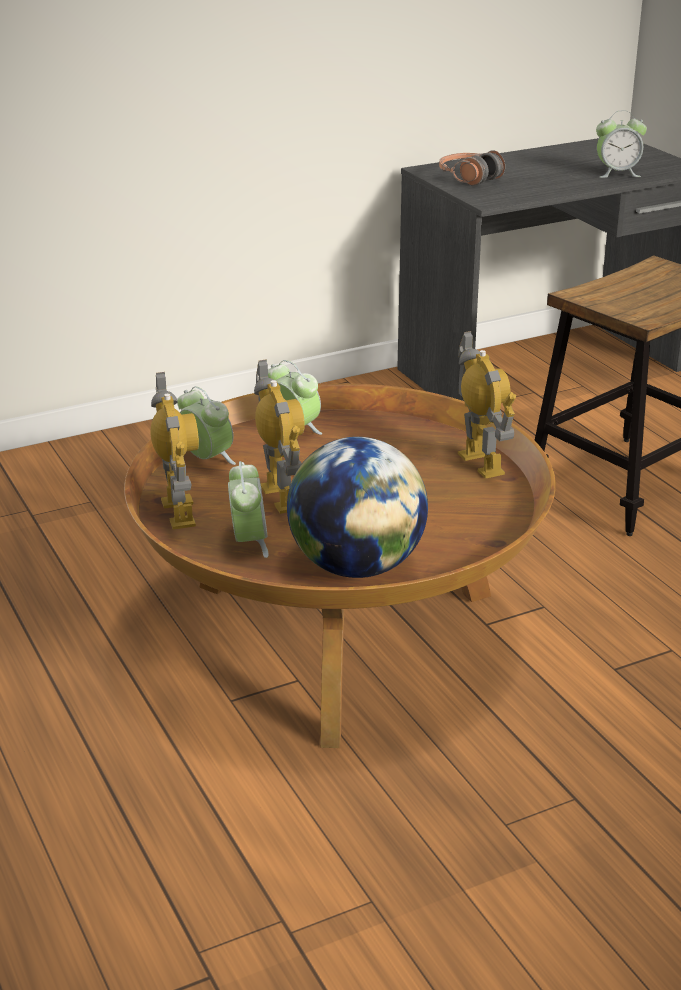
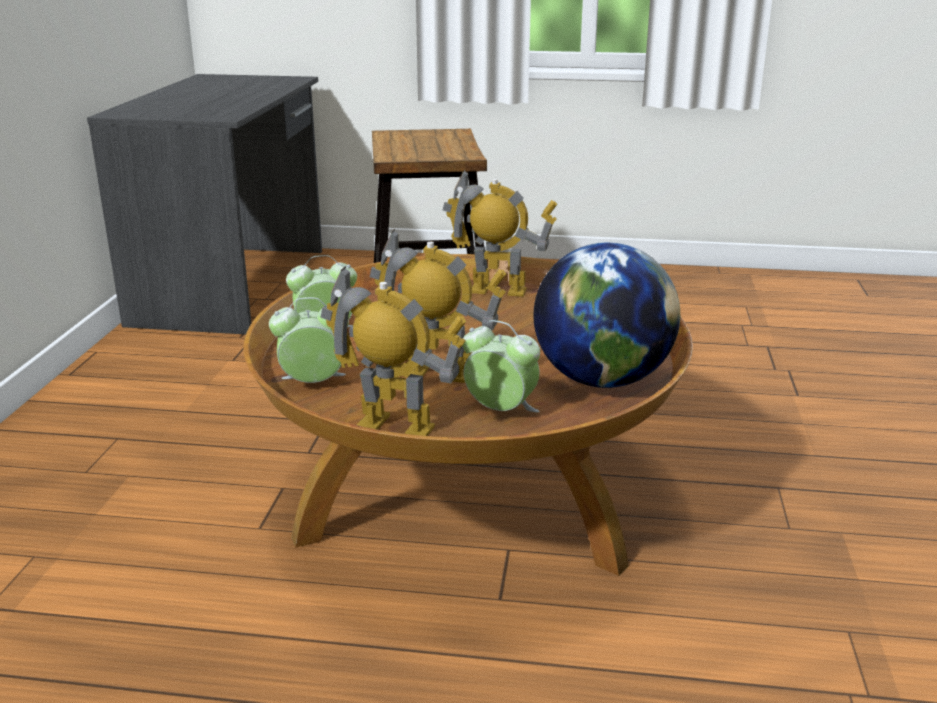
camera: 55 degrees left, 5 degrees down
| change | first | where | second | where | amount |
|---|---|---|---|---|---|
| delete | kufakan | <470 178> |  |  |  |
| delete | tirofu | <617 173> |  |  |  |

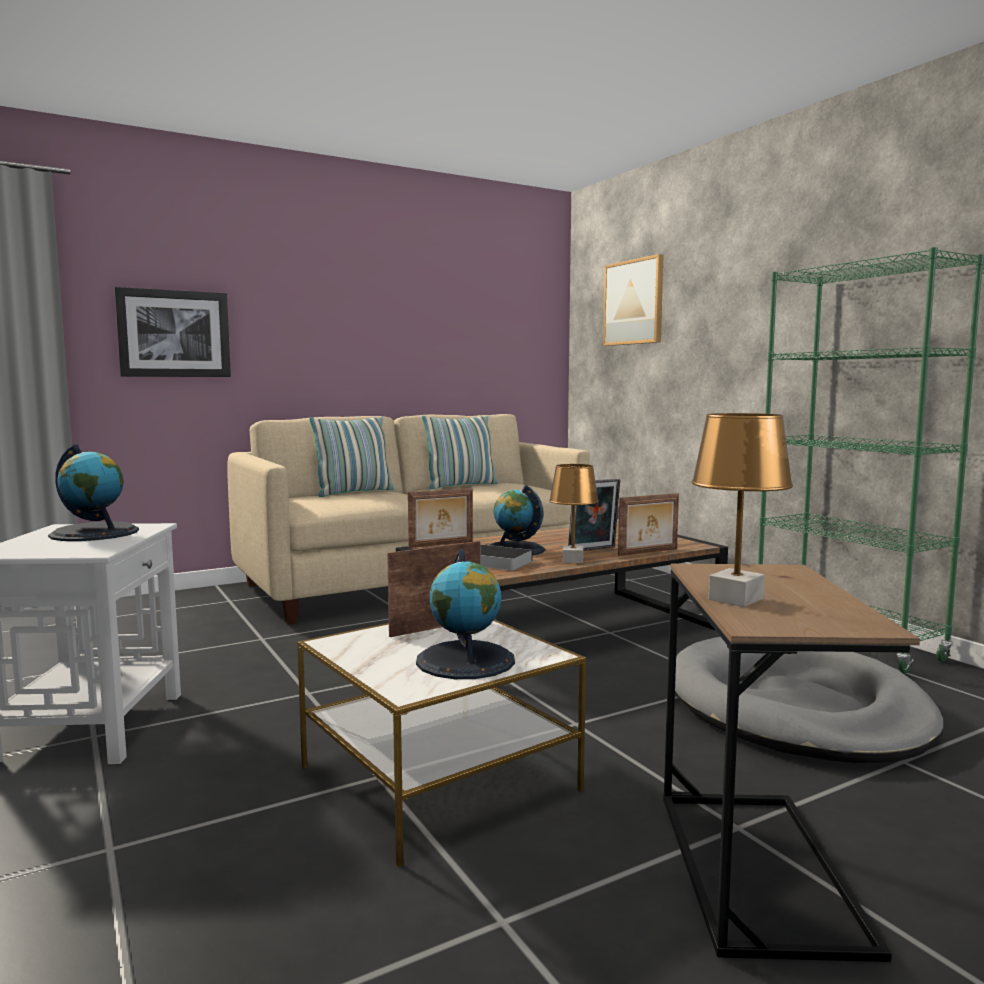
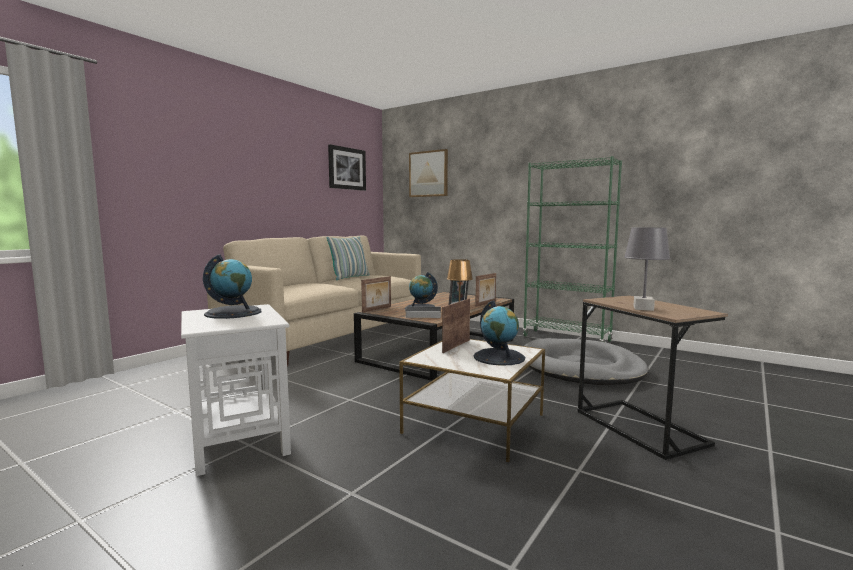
camera: 25 degrees left, 0 degrees up
| change | first | where | second | where | amount |
|---|---|---|---|---|---|
| move | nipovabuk | <174 334> |  | <347 168> |  |
| delete | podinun | <354 493> |  |  |  |
| recolor | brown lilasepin | <736 599> | grey lilasepin | <643 308> |  |

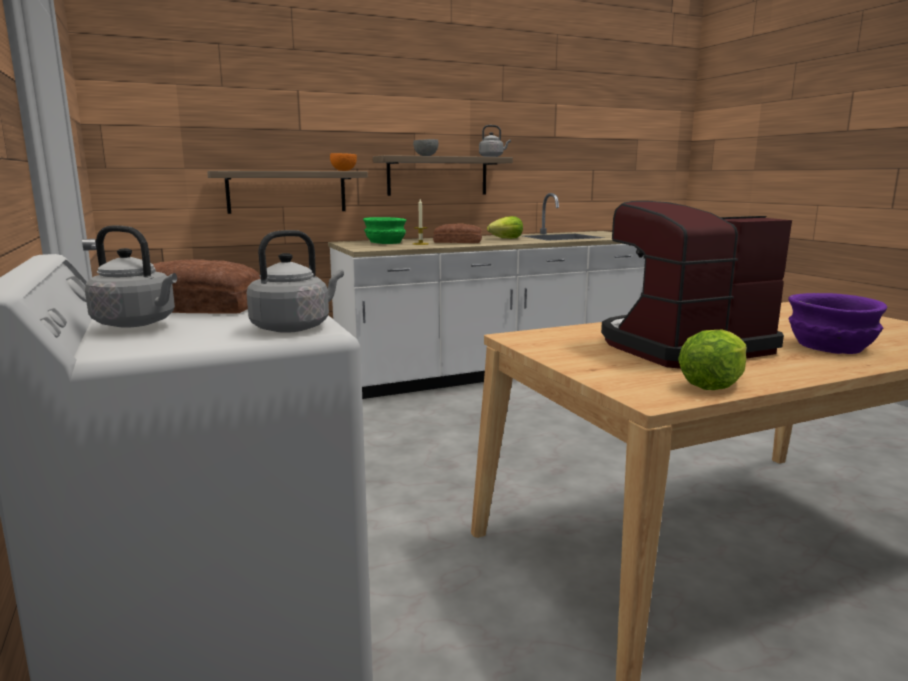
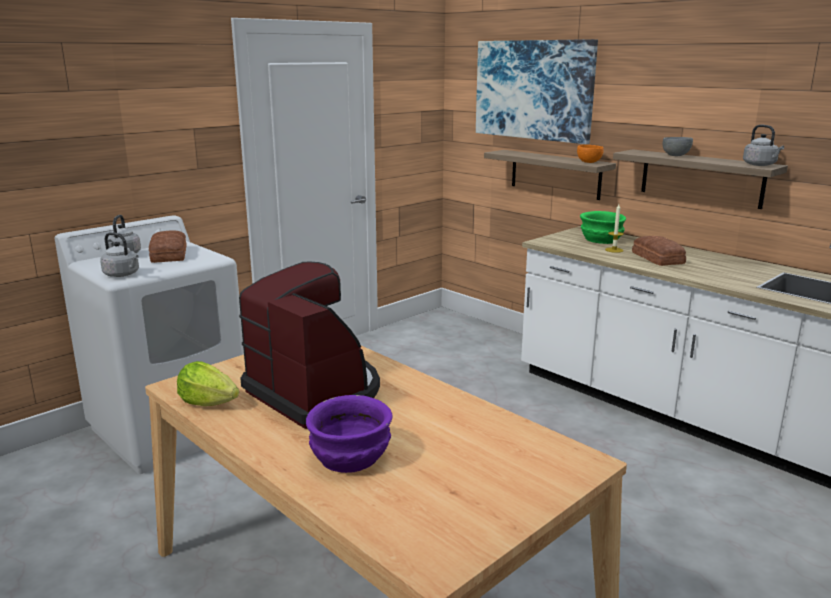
camera: 70 degrees right, 5 degrees up
| change | first | where | second | where | amount |
|---|---|---|---|---|---|
| delete | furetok | <506 239> |  |  |  |
| insert |  |  | nipovabuk | <533 90> |  |

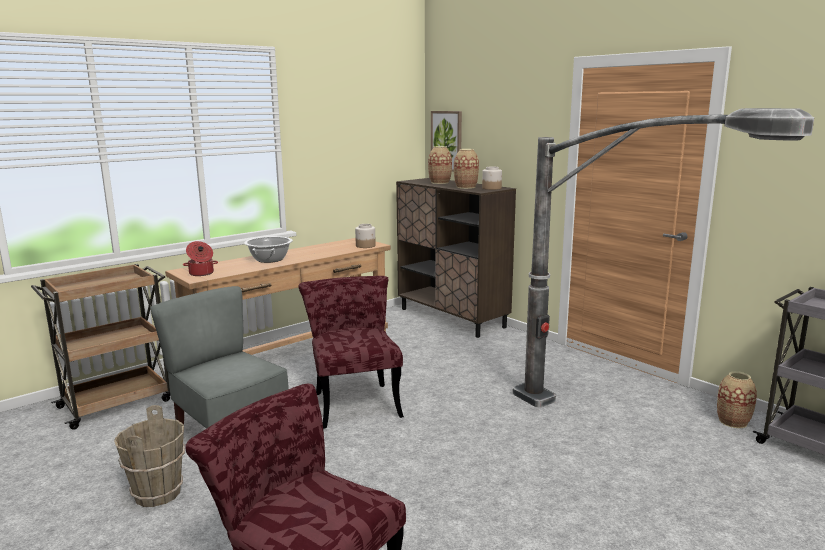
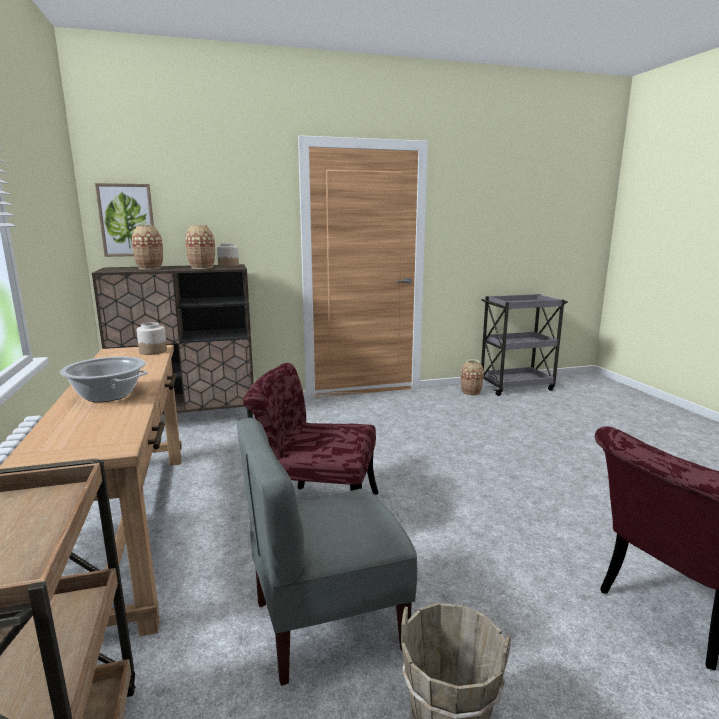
camera: 65 degrees left, 0 degrees up
| change | first | where | second | where | amount |
|---|---|---|---|---|---|
| delete | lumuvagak | <201 273> |  |  |  |
| delete | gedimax | <613 440> |  |  |  |

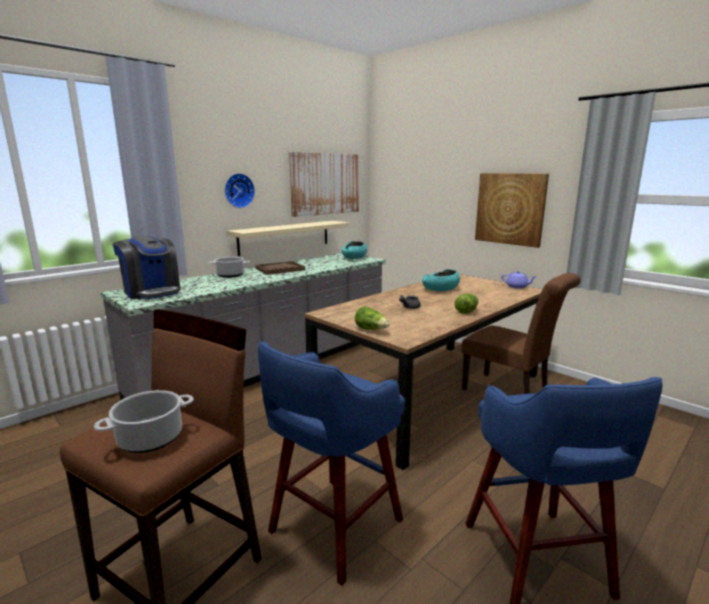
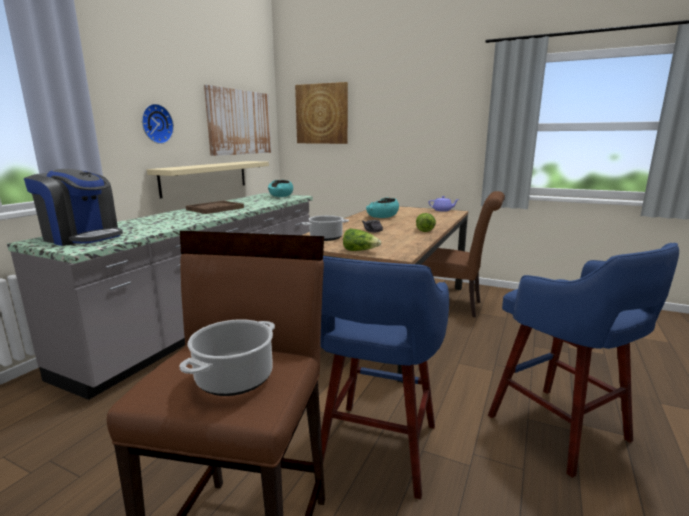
camera: 20 degrees left, 0 degrees up
| change | first | where | second | where | amount |
|---|---|---|---|---|---|
| move | lumuvagak | <230 275> |  | <325 238> |  |
| move | nipovabuk | <510 209> |  | <322 114> |  |

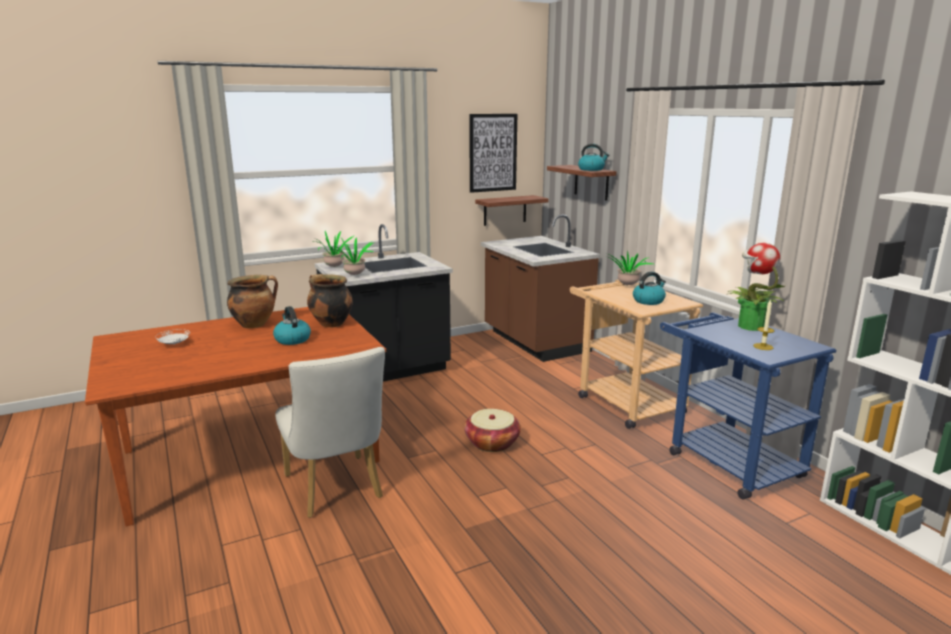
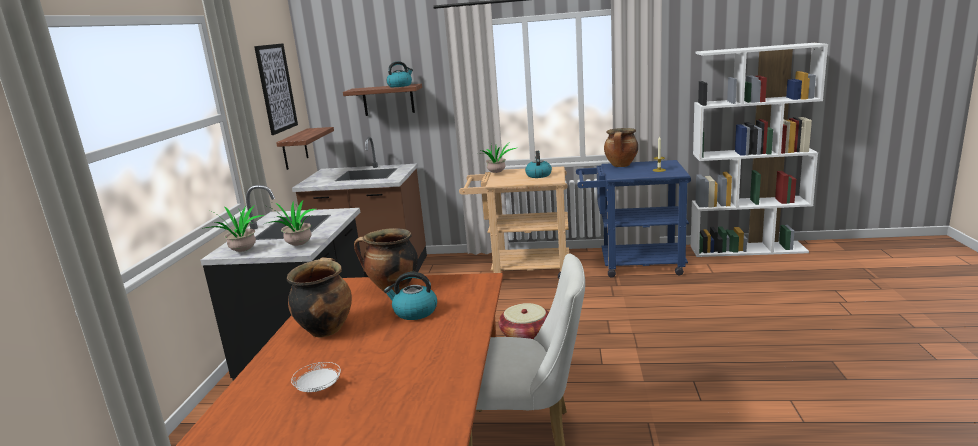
camera: 55 degrees left, 0 degrees up
| change | first | where | second | where | amount |
|---|---|---|---|---|---|
| replace | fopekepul | <750 326> | lumuvagak | <621 165> |  |

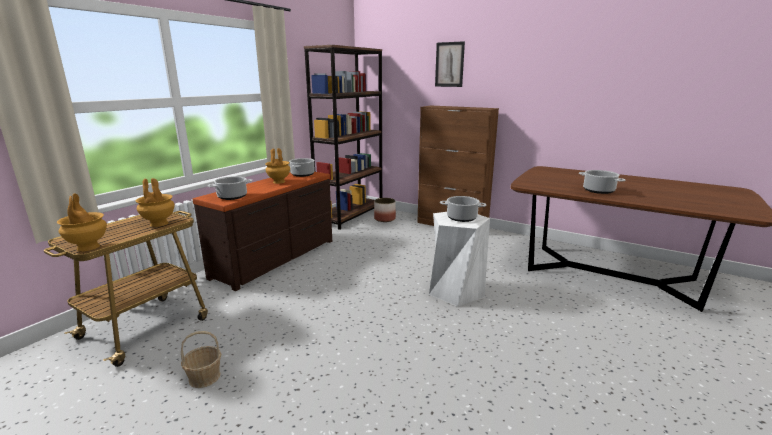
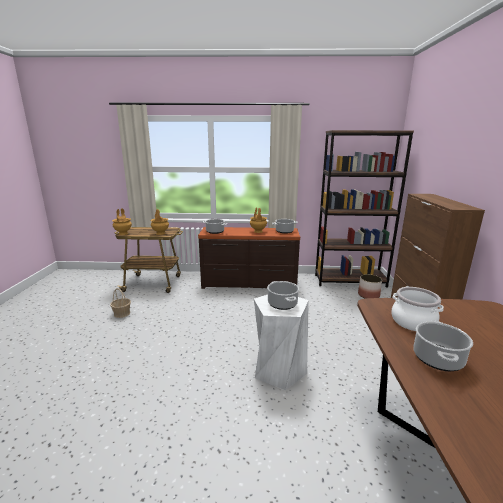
camera: 60 degrees right, 0 degrees up
| change | first | where | second | where | amount |
|---|---|---|---|---|---|
| delete | nipovabuk | <449 64> |  |  |  |
| insert |  |  | lumuvagak | <413 322> |  |

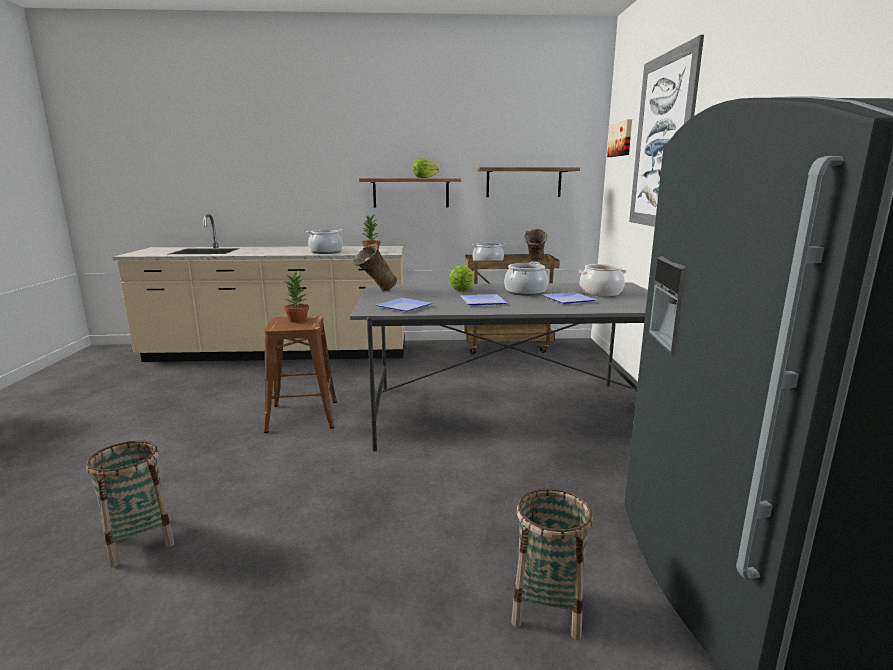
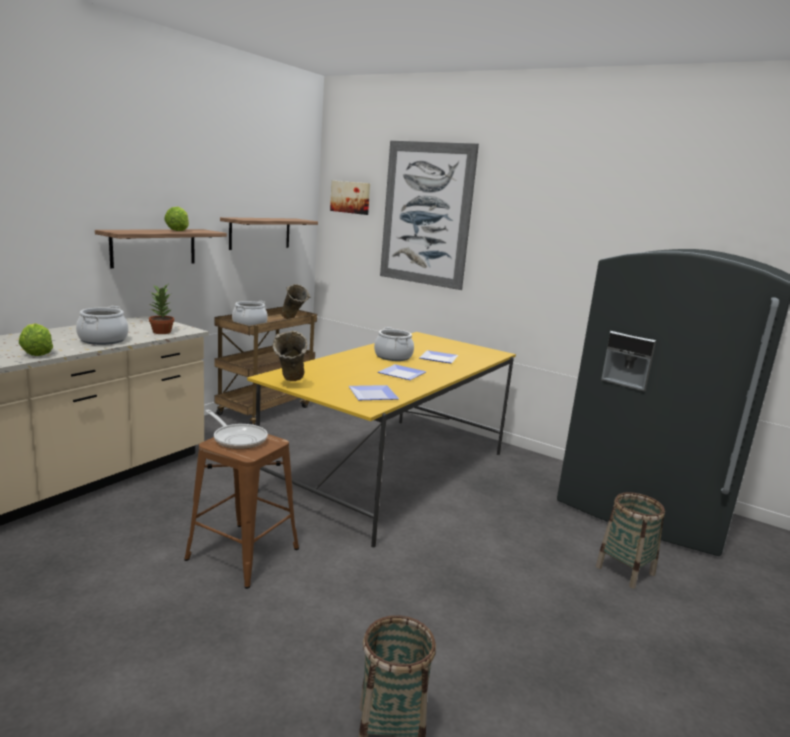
camera: 55 degrees left, 0 degrees up
| change | first | where | second | where | amount |
|---|---|---|---|---|---|
| replace | fopekepul | <298 320> | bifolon | <238 439> |  |
| recolor | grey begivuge | <507 413> | yellow begivuge | <389 471> |  |
| move | furetok | <463 289> |  | <36 353> |  |
| delete | lumuvagak | <600 293> |  |  |  |

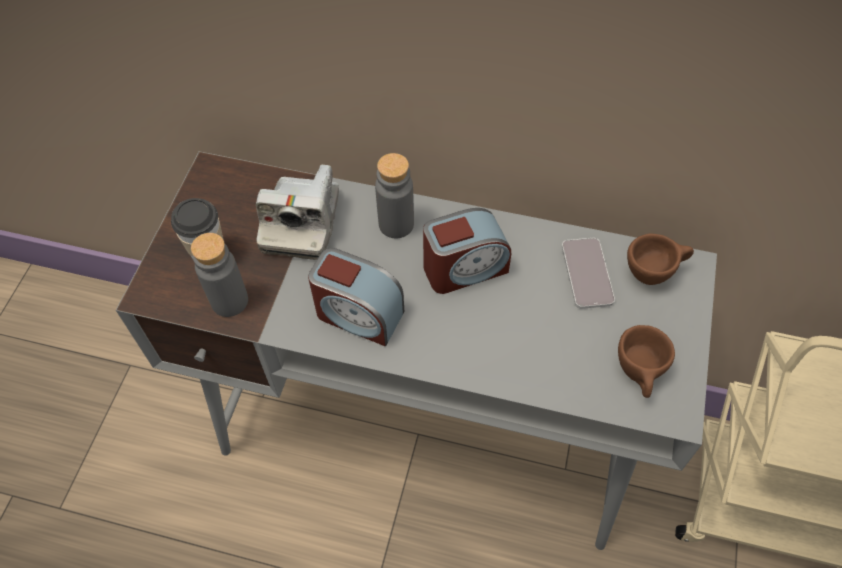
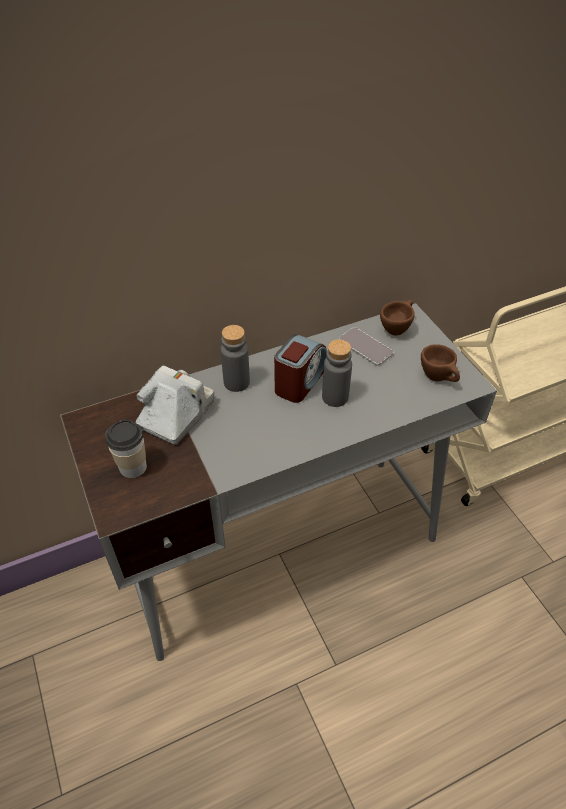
camera: 40 degrees left, 10 degrees down
| change | first | where | second | where | amount |
|---|---|---|---|---|---|
| move | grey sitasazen | <229 301> |  | <335 397> |  |
| rotate | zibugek | <301 223> |  | <176 414> | 120 degrees counterclockwise |
| delete | tirofu | <358 314> |  |  |  |

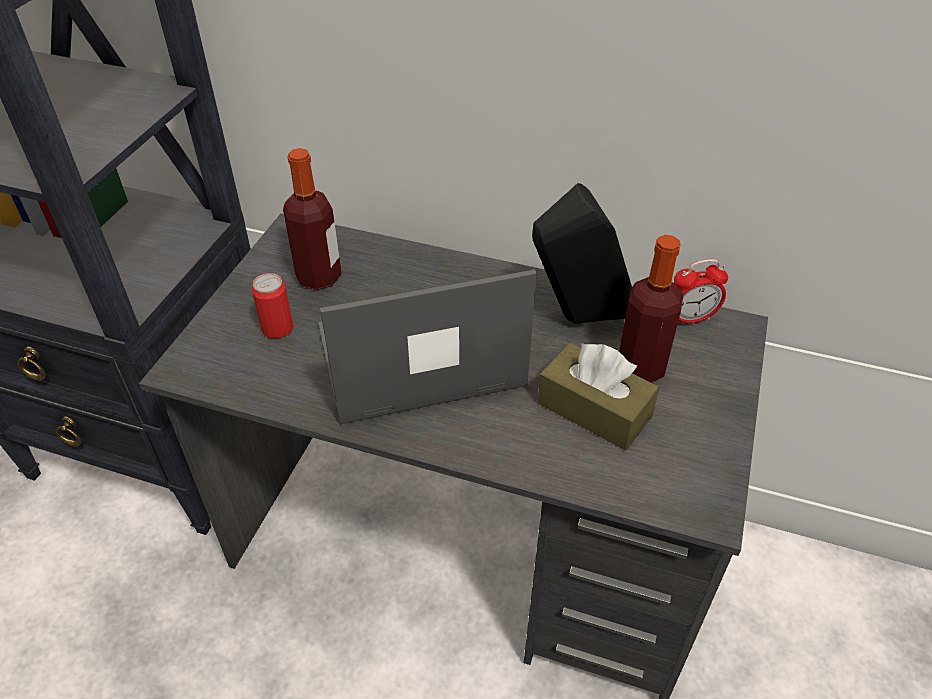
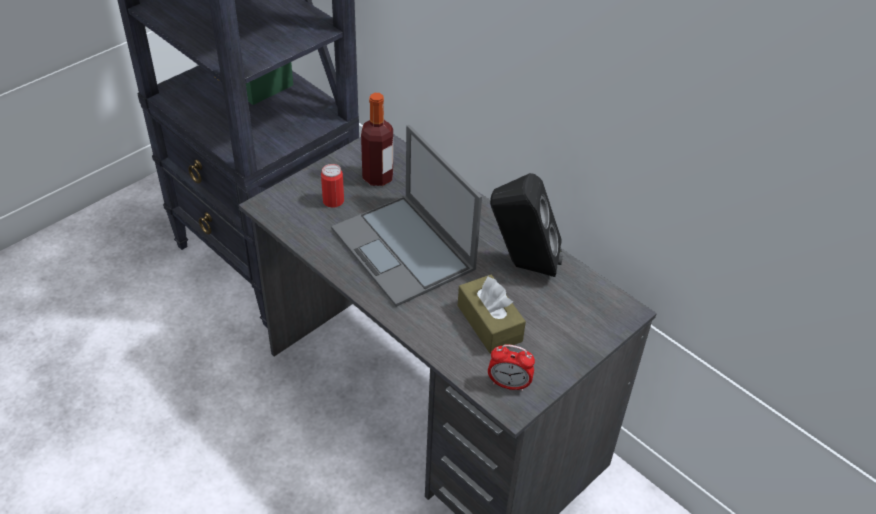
camera: 25 degrees right, 0 degrees up
| change | first | where | second | where | amount |
|---|---|---|---|---|---|
| rotate | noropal | <417 357> |  | <404 250> | 135 degrees counterclockwise |
| delete | sitasazen | <640 367> |  |  |  |
| move | tirofu | <690 318> |  | <509 384> |  |

